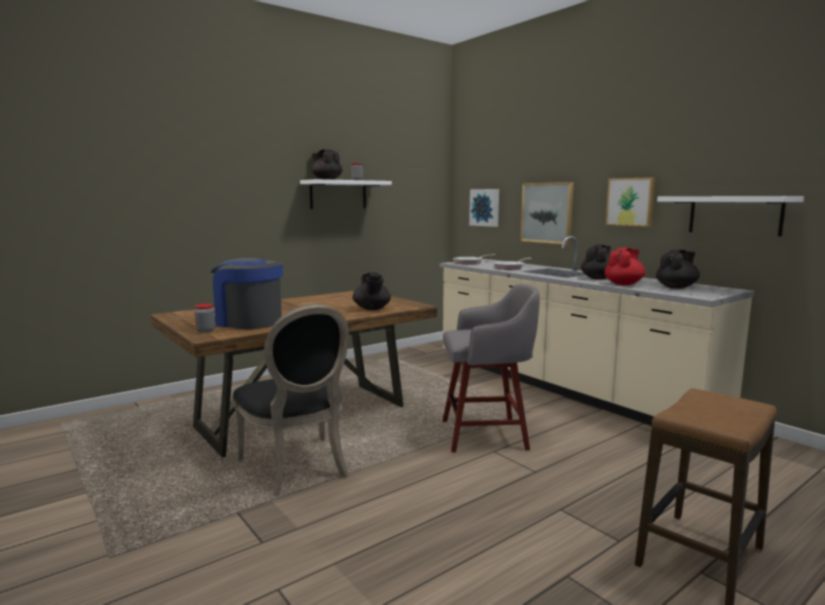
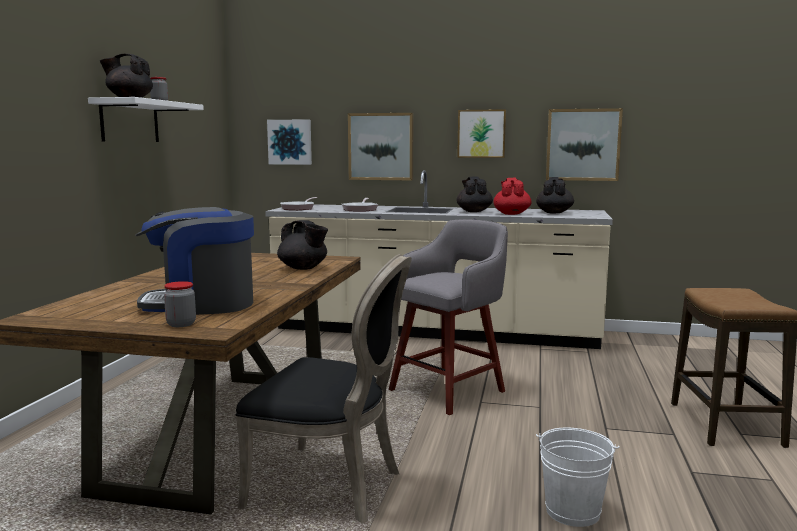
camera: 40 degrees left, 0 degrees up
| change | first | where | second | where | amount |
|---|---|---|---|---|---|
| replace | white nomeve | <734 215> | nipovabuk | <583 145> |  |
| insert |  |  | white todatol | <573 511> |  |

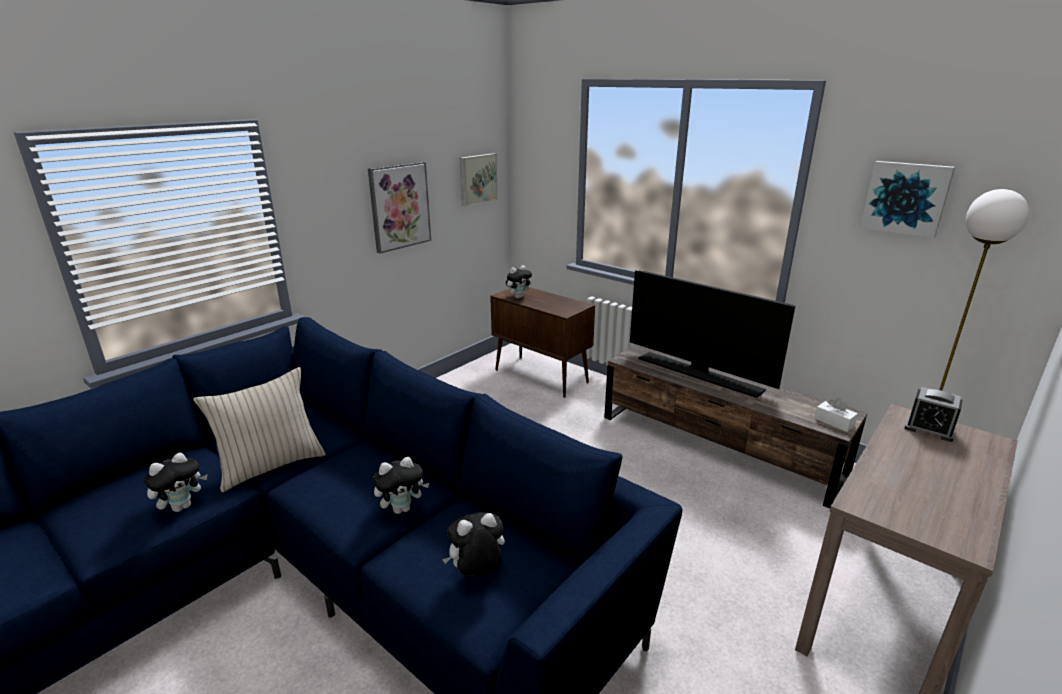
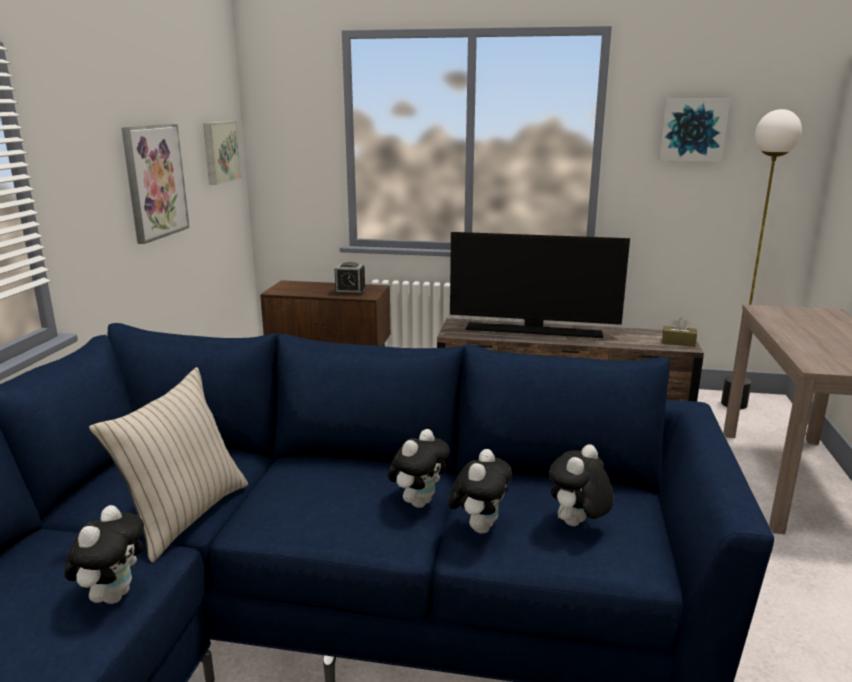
camera: 30 degrees left, 5 degrees down
| change | first | where | second | where | amount |
|---|---|---|---|---|---|
| move | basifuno | <518 297> |  | <479 527> |  |
| recolor | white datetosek | <834 422> | brown datetosek | <678 342> |  |
| move | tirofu | <929 429> |  | <350 291> |  |

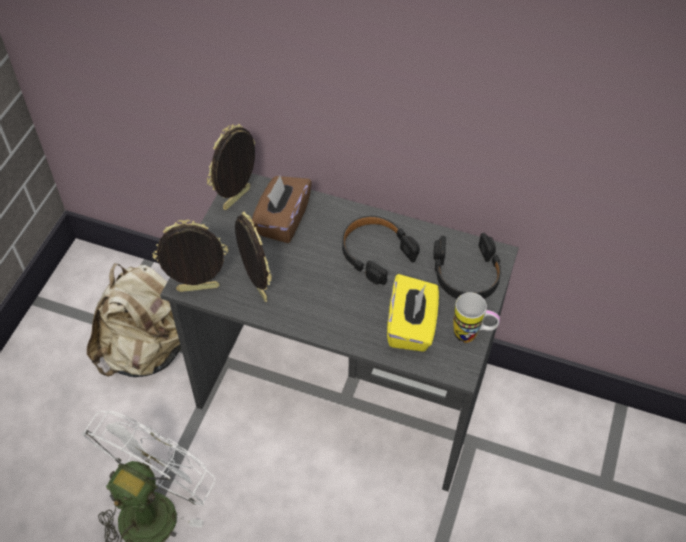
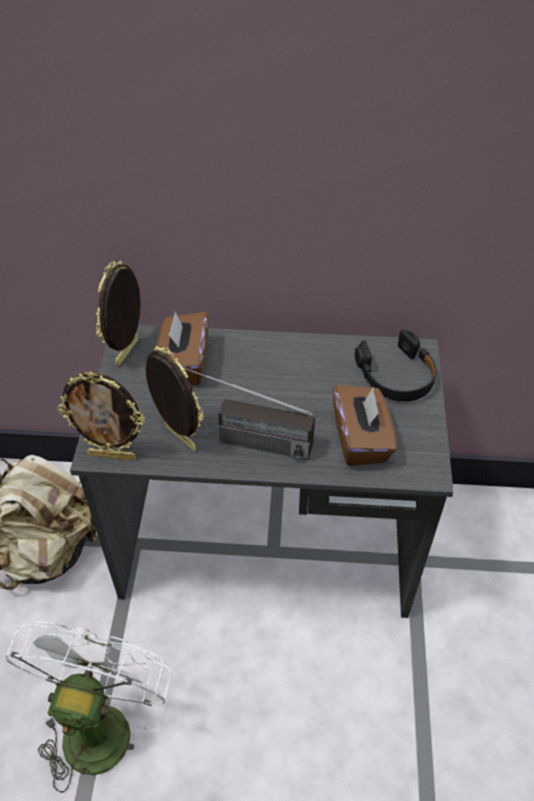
camera: 15 degrees left, 5 degrees down
| change | first | where | second | where | amount |
|---|---|---|---|---|---|
| rotate | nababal | <198 290> |  | <112 455> | 150 degrees counterclockwise |
| delete | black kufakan | <375 253> |  |  |  |
| recolor | yellow datetosek | <411 326> | brown datetosek | <361 440> |  |
| delete | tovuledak | <472 336> |  |  |  |
| insert |  |  | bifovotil | <242 440> |  |

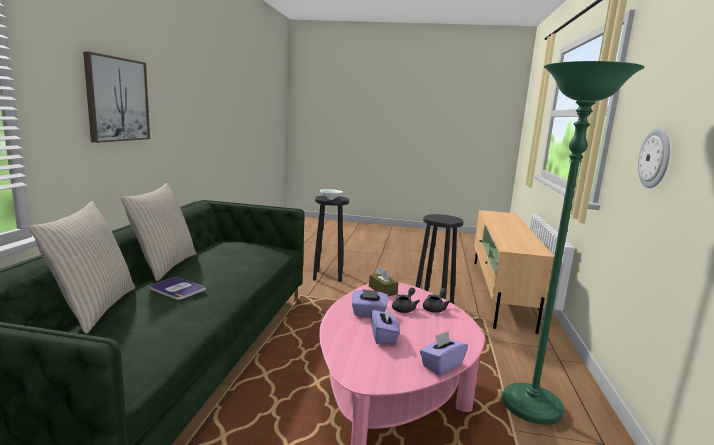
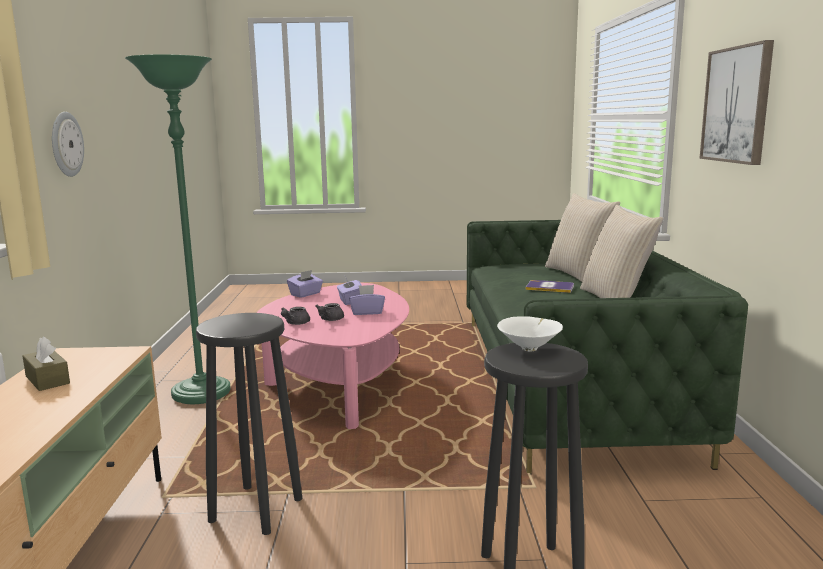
camera: 170 degrees right, 0 degrees up
| change | first | where | second | where | amount |
|---|---|---|---|---|---|
| move | brown datetosek | <382 290> |  | <47 380> |  |

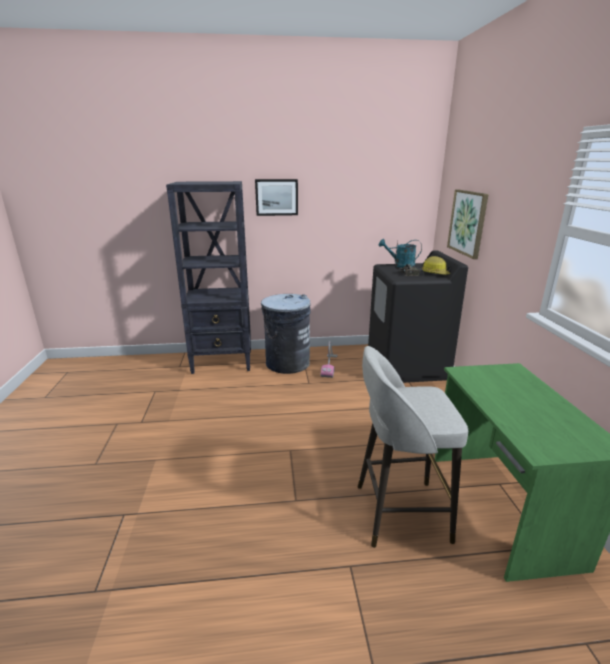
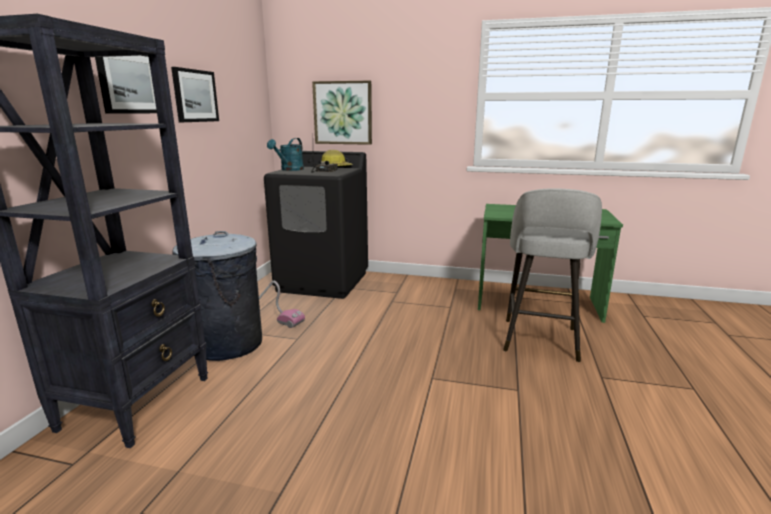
camera: 70 degrees left, 5 degrees down
| change | first | where | second | where | amount |
|---|---|---|---|---|---|
| insert |  |  | nipovabuk | <195 96> |  |

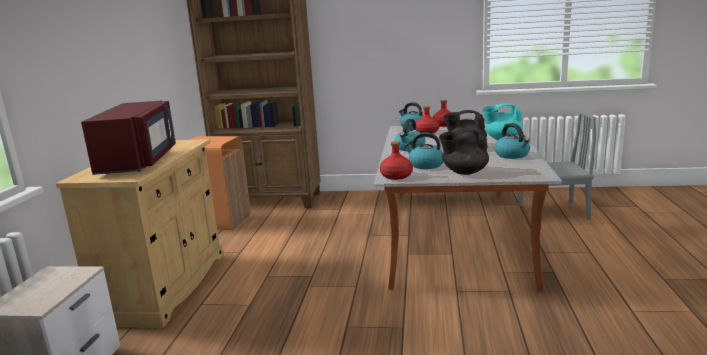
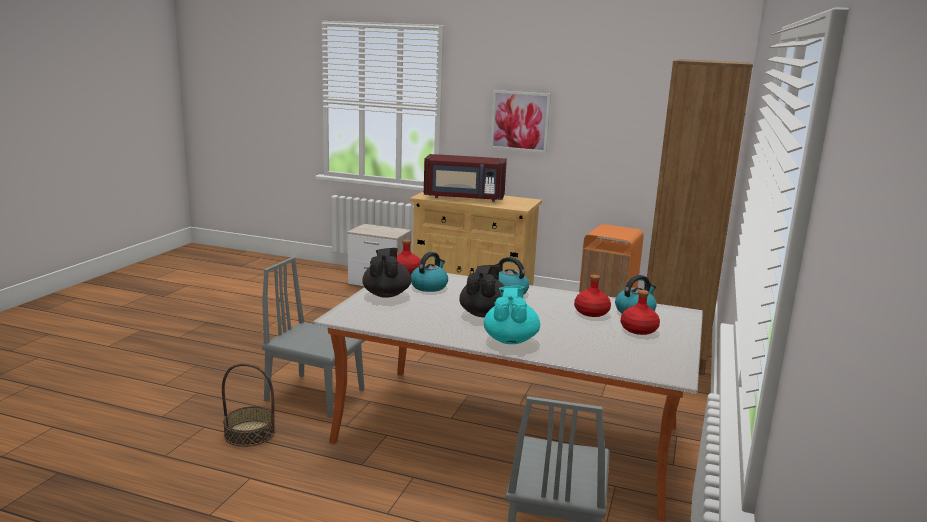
camera: 100 degrees right, 0 degrees up
| change | first | where | second | where | amount |
|---|---|---|---|---|---|
| delete | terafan | <512 155> |  |  |  |
| insert |  |  | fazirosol | <249 433> |  |
| insert |  |  | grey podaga | <315 395> |  |
| insert |  |  | nipovabuk | <520 121> |  |

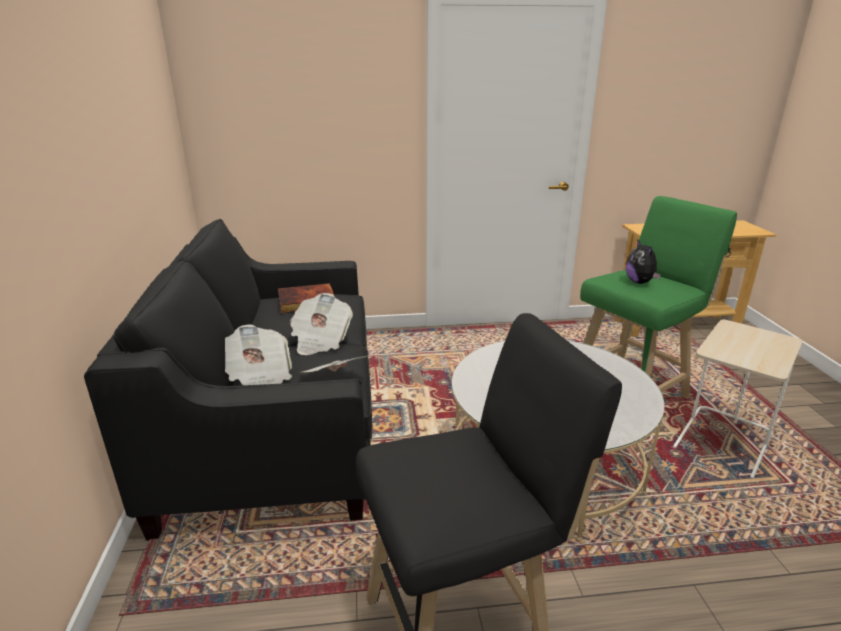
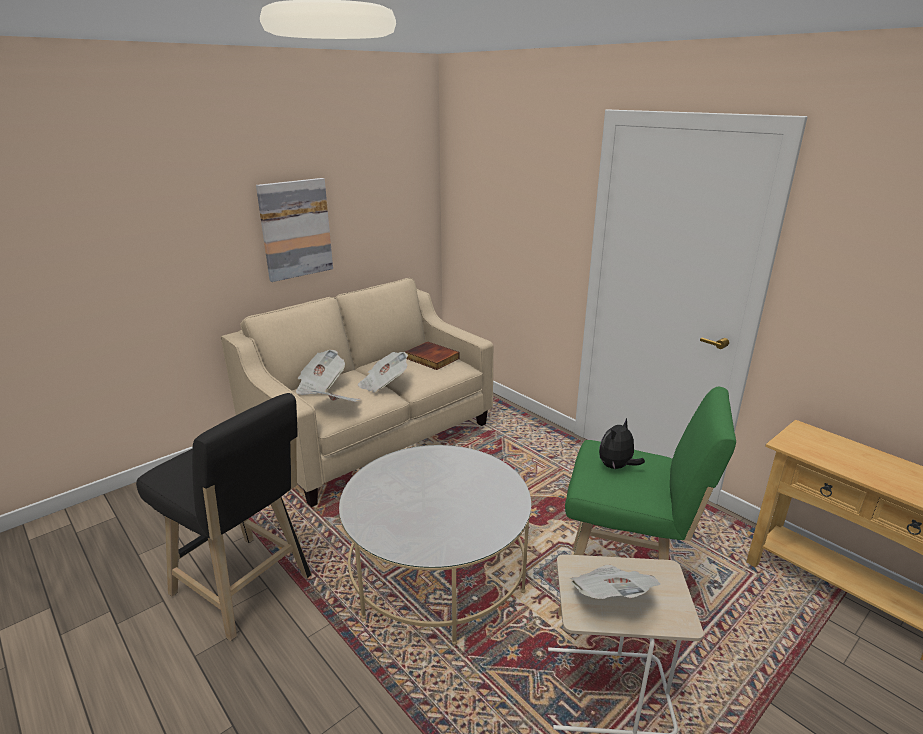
camera: 55 degrees right, 0 degrees up
| change | first | where | second | where | amount |
|---|---|---|---|---|---|
| recolor | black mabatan | <276 426> | beige mabatan | <371 435> |  |
| insert |  |  | nipovabuk | <295 229> |  |
| insert |  |  | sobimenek | <610 598> |  |

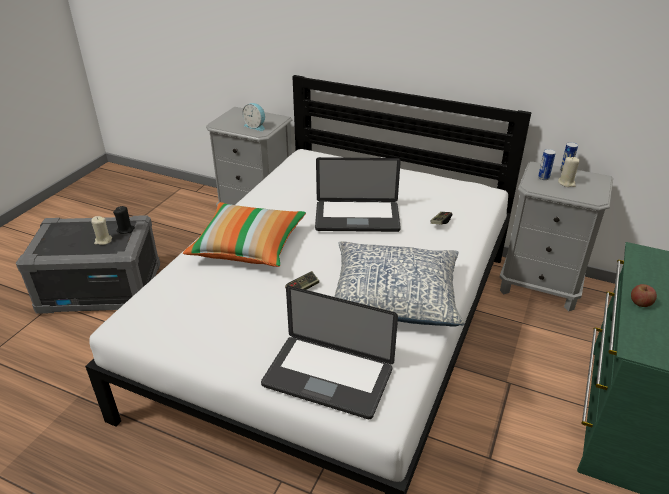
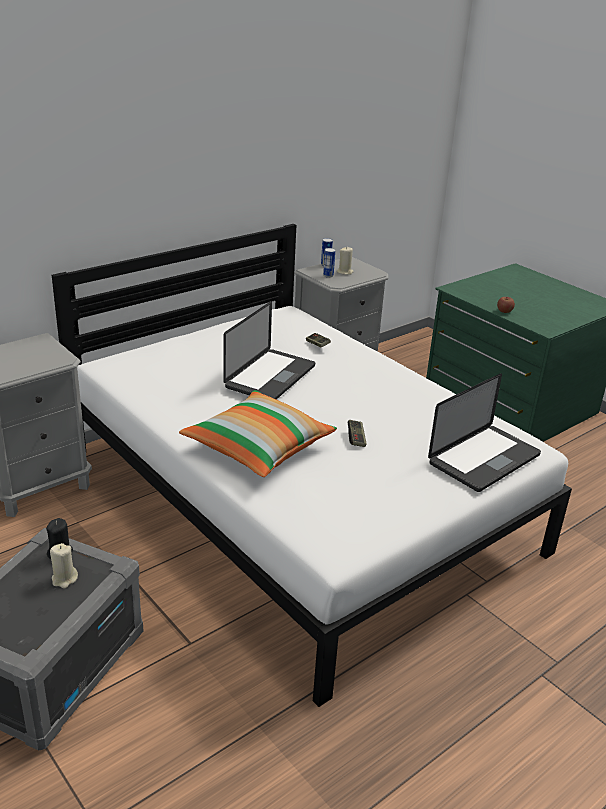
camera: 65 degrees left, 5 degrees down
| change | first | where | second | where | amount |
|---|---|---|---|---|---|
| delete | tirofu | <256 126> |  |  |  |
| delete | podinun | <394 297> |  |  |  |

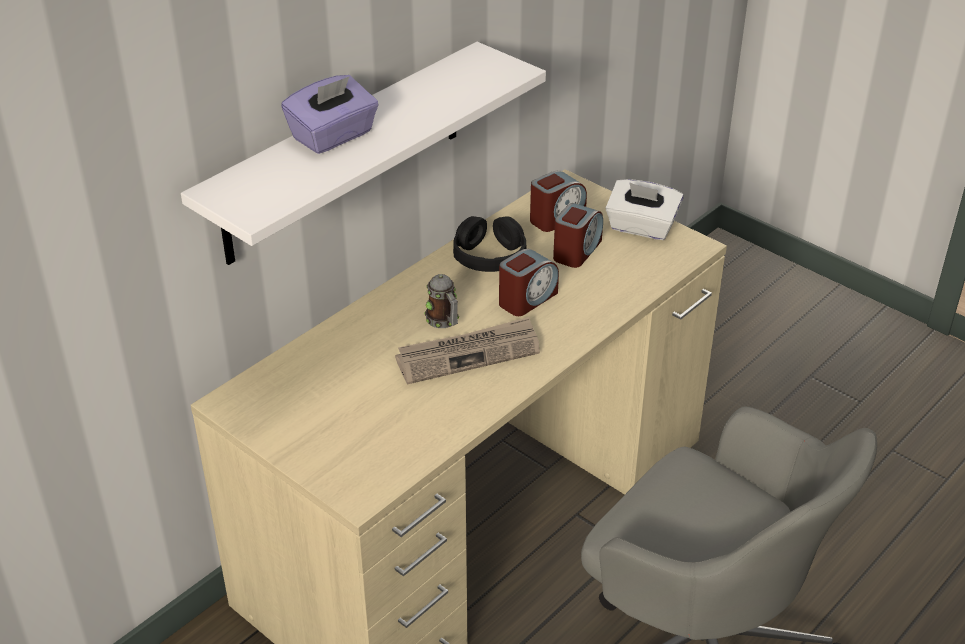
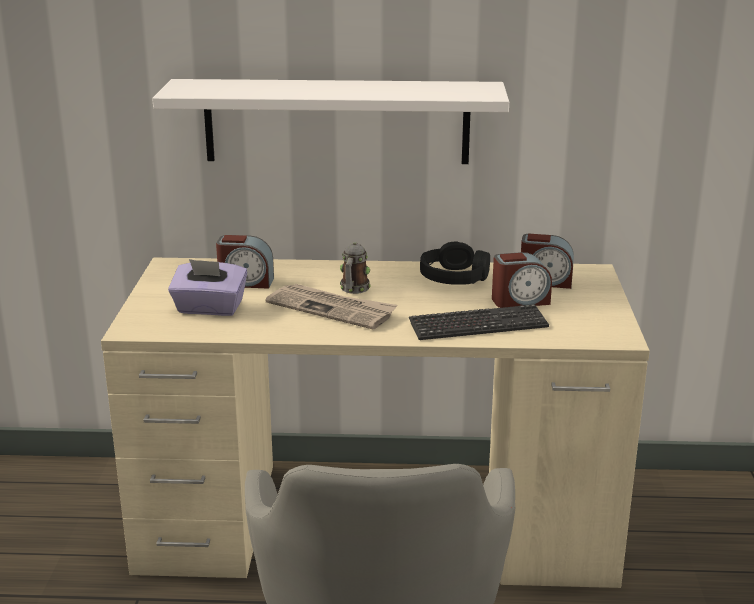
camera: 50 degrees right, 15 degrees down
| change | first | where | second | where | amount |
|---|---|---|---|---|---|
| move | purple datetosek | <333 136> |  | <209 309> |  |
| move | tirofu | <527 299> |  | <245 282> |  |
| delete | white datetosek | <641 227> |  |  |  |
| insert |  |  | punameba | <478 325> |  |

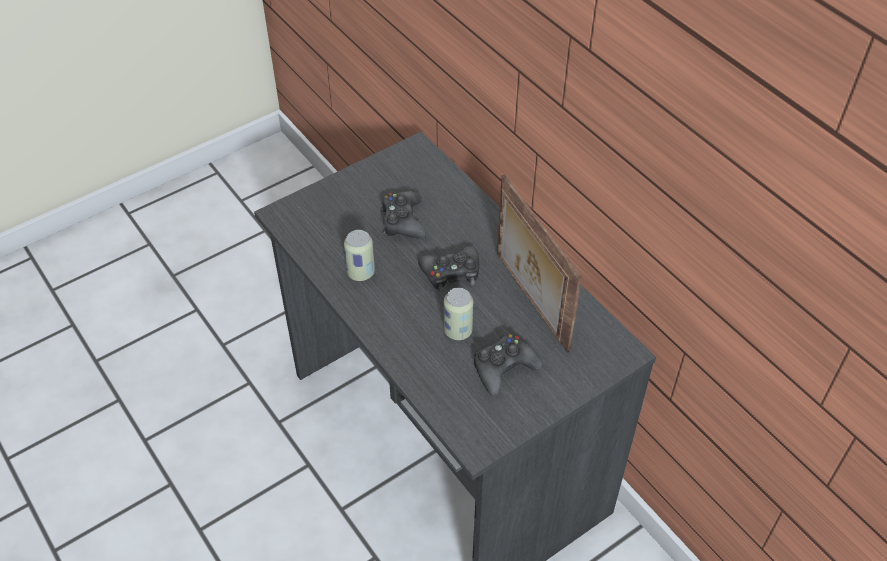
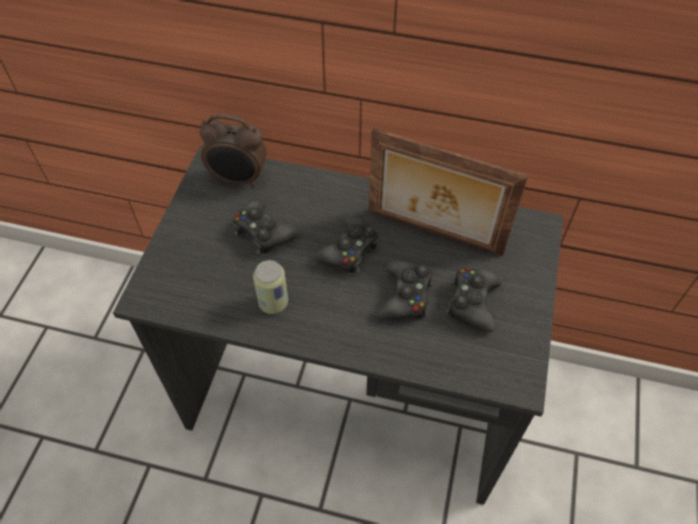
camera: 40 degrees left, 5 degrees up
| change | first | where | second | where | amount |
|---|---|---|---|---|---|
| replace | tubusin | <458 330> | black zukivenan | <405 297> |  |
| insert |  |  | tirofu | <238 179> |  |

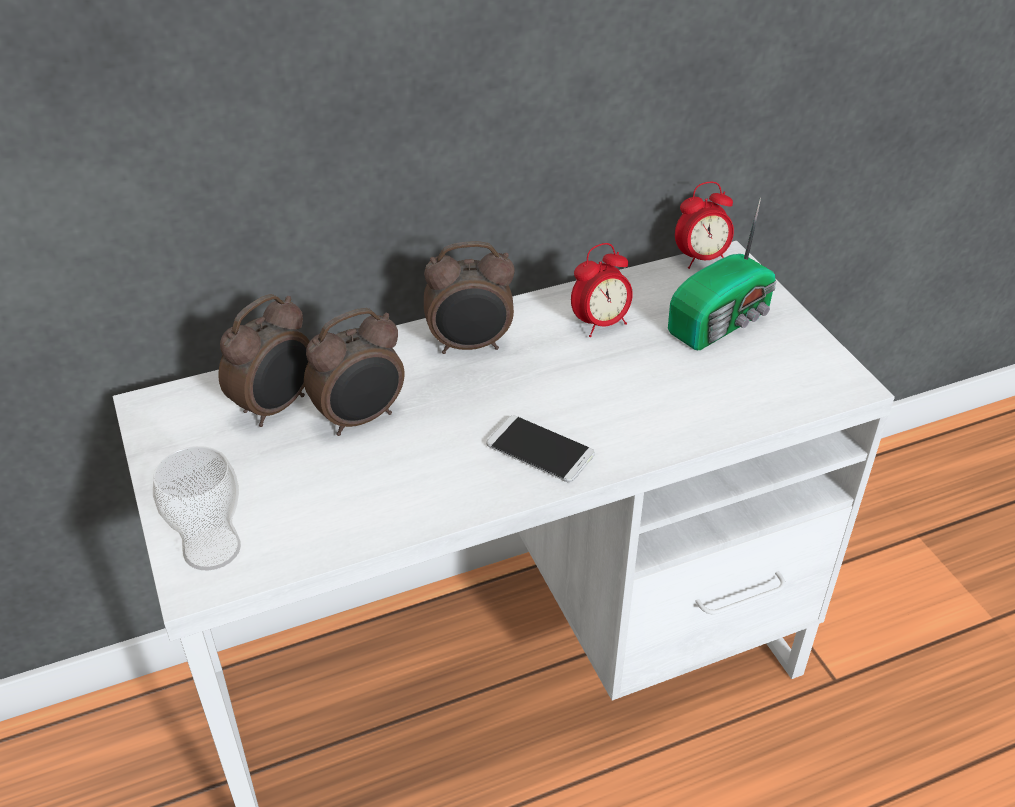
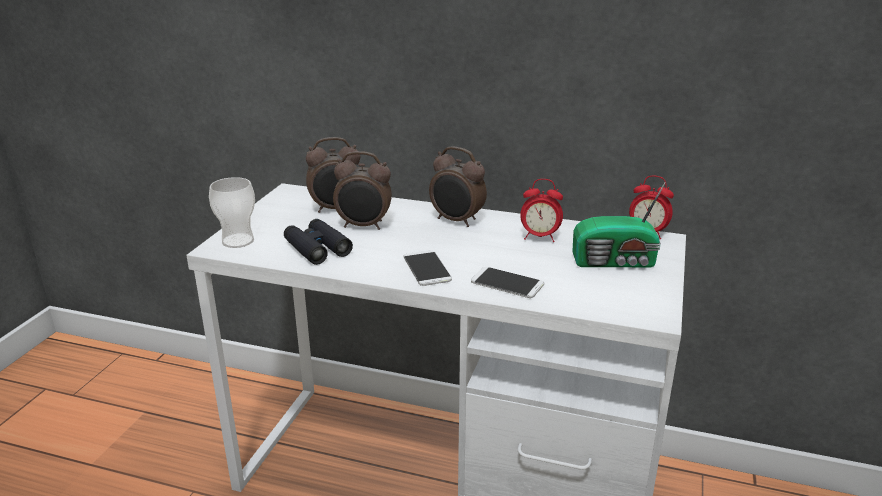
camera: 40 degrees right, 15 degrees down
| change | first | where | second | where | amount |
|---|---|---|---|---|---|
| insert |  |  | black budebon | <317 248> |  |
| insert |  |  | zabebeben | <507 283> |  |

